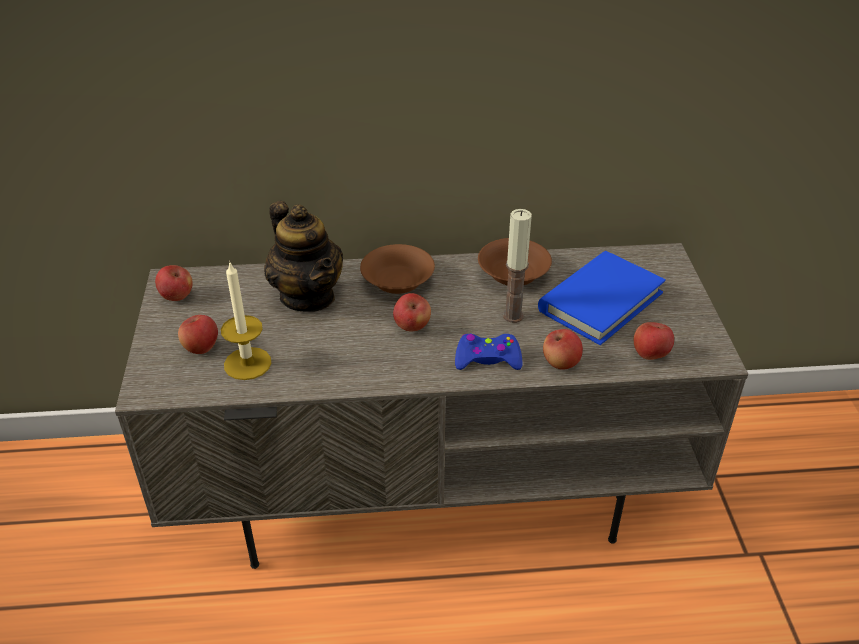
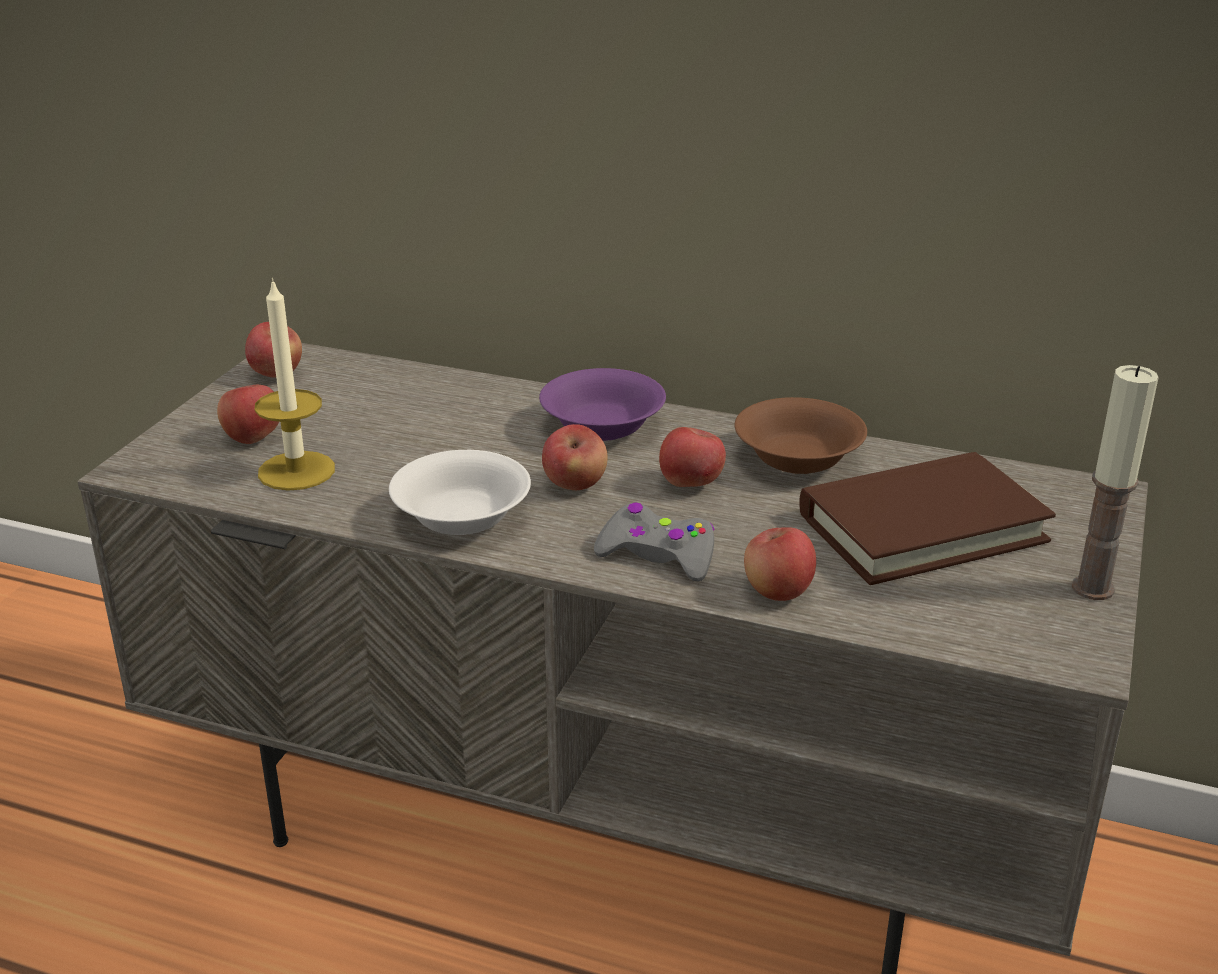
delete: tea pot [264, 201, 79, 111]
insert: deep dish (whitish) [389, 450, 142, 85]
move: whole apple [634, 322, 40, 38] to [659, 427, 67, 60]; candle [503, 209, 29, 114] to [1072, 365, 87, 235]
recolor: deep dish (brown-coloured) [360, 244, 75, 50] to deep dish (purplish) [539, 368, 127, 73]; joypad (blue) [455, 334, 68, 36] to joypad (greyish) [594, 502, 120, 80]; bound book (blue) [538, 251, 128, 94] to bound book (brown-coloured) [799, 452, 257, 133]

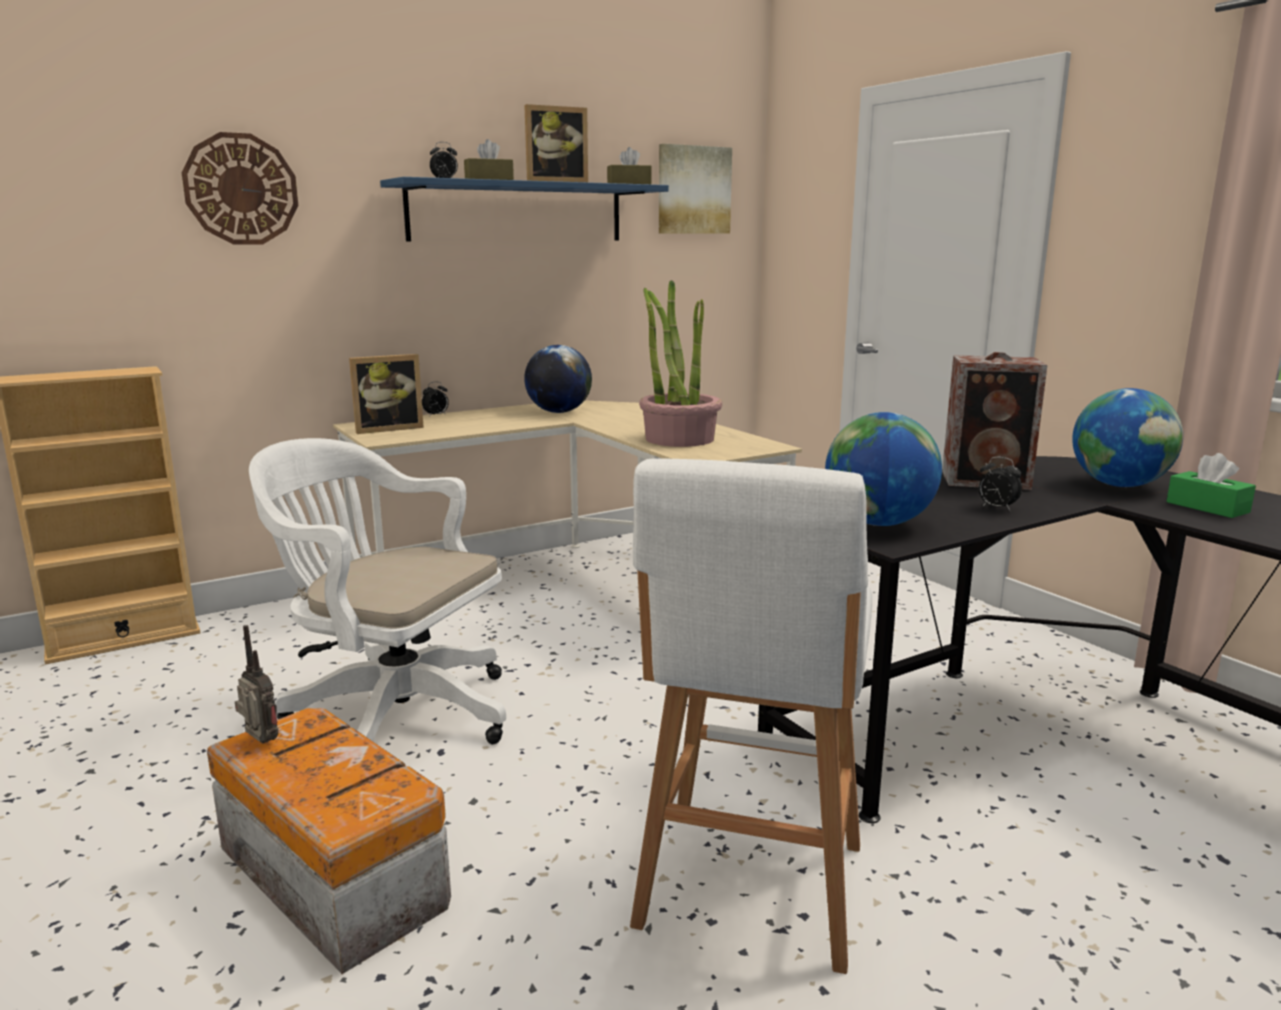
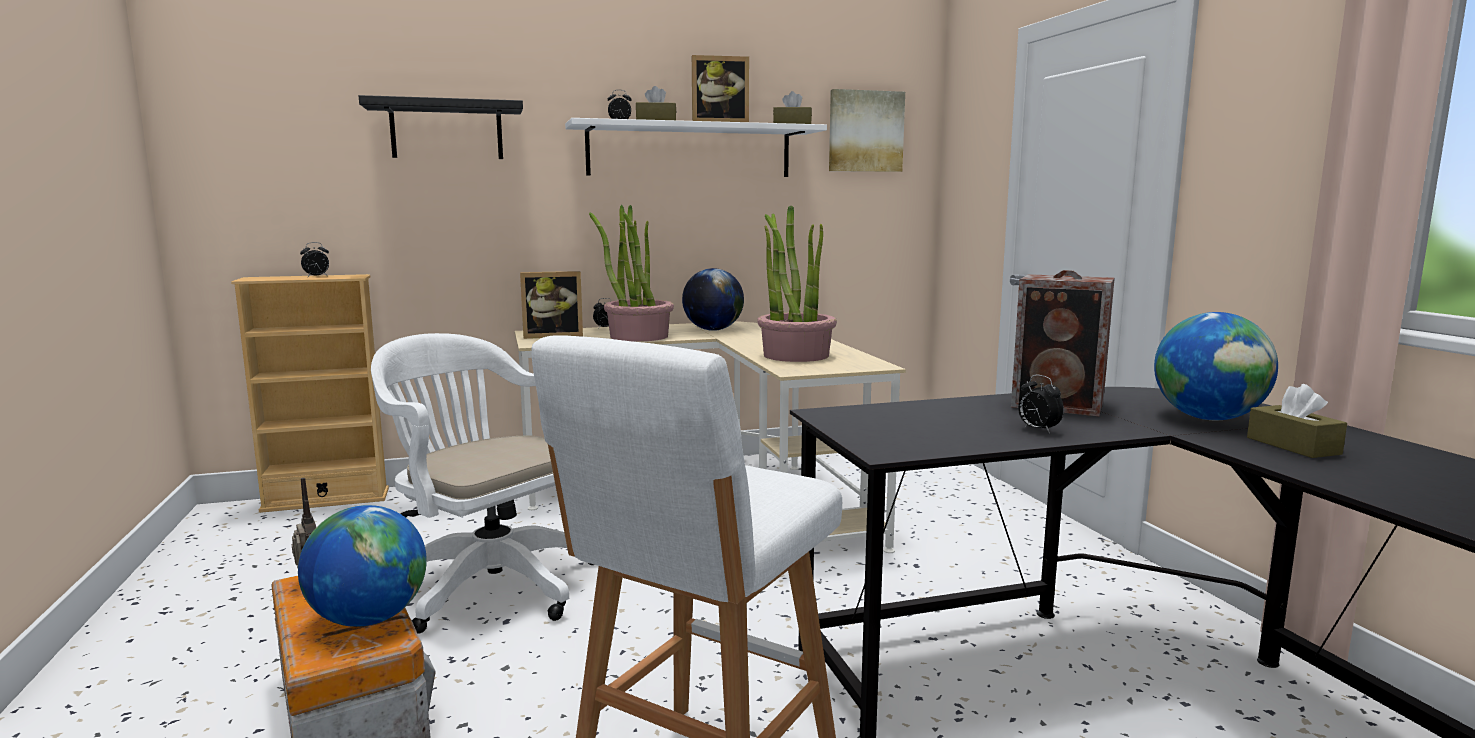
insert: table clock [300, 242, 29, 35]; plant in a pot [589, 205, 85, 137]
move: world globe [825, 412, 117, 114] to [298, 505, 129, 122]
replace: wall clock [182, 132, 116, 113] to shelf (black-coloured) [359, 95, 164, 64]
recolor: shelf (blue) [380, 177, 289, 64] to shelf (whitish) [565, 118, 262, 59]; box of tissues (greenish) [1166, 453, 90, 65] to box of tissues (brown-coloured) [1247, 384, 100, 74]

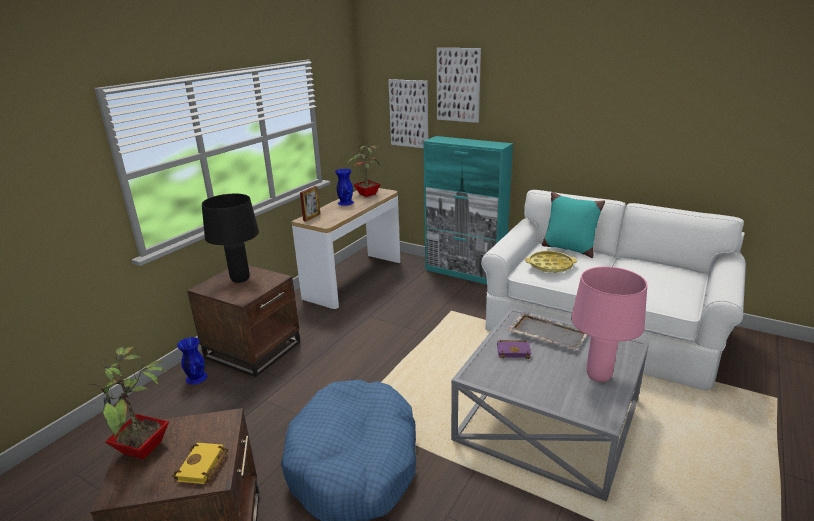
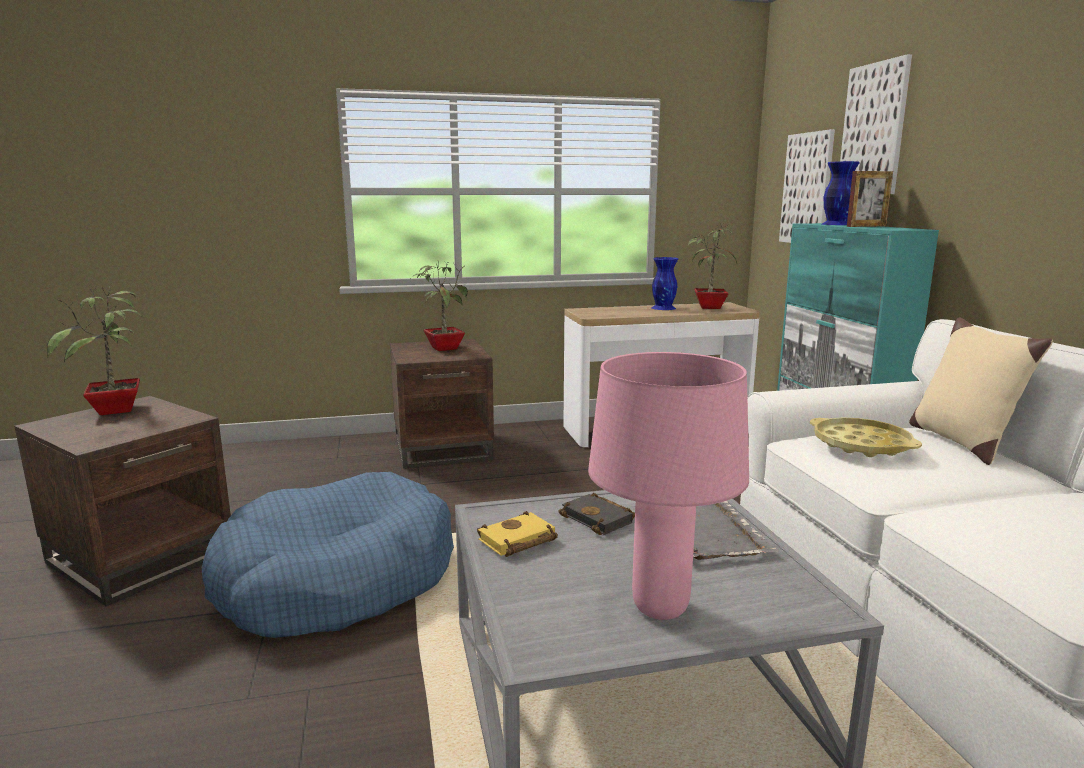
move: bound book (yellow-coloured) [172, 443, 56, 41] to [477, 511, 81, 46]; flower vase (blue) [177, 337, 31, 48] to [822, 161, 38, 64]; picture frame [300, 186, 20, 36] to [847, 171, 46, 56]
replace: tabletop lamp (black-coloured) [202, 194, 57, 89] to plant in a pot [411, 260, 57, 91]
recolor: bound book (purplish) [497, 340, 34, 19] to bound book (black-coloured) [558, 493, 77, 42]; throw pillow (blue-green) [542, 192, 63, 66] to throw pillow (beige-coloured) [909, 317, 144, 148]

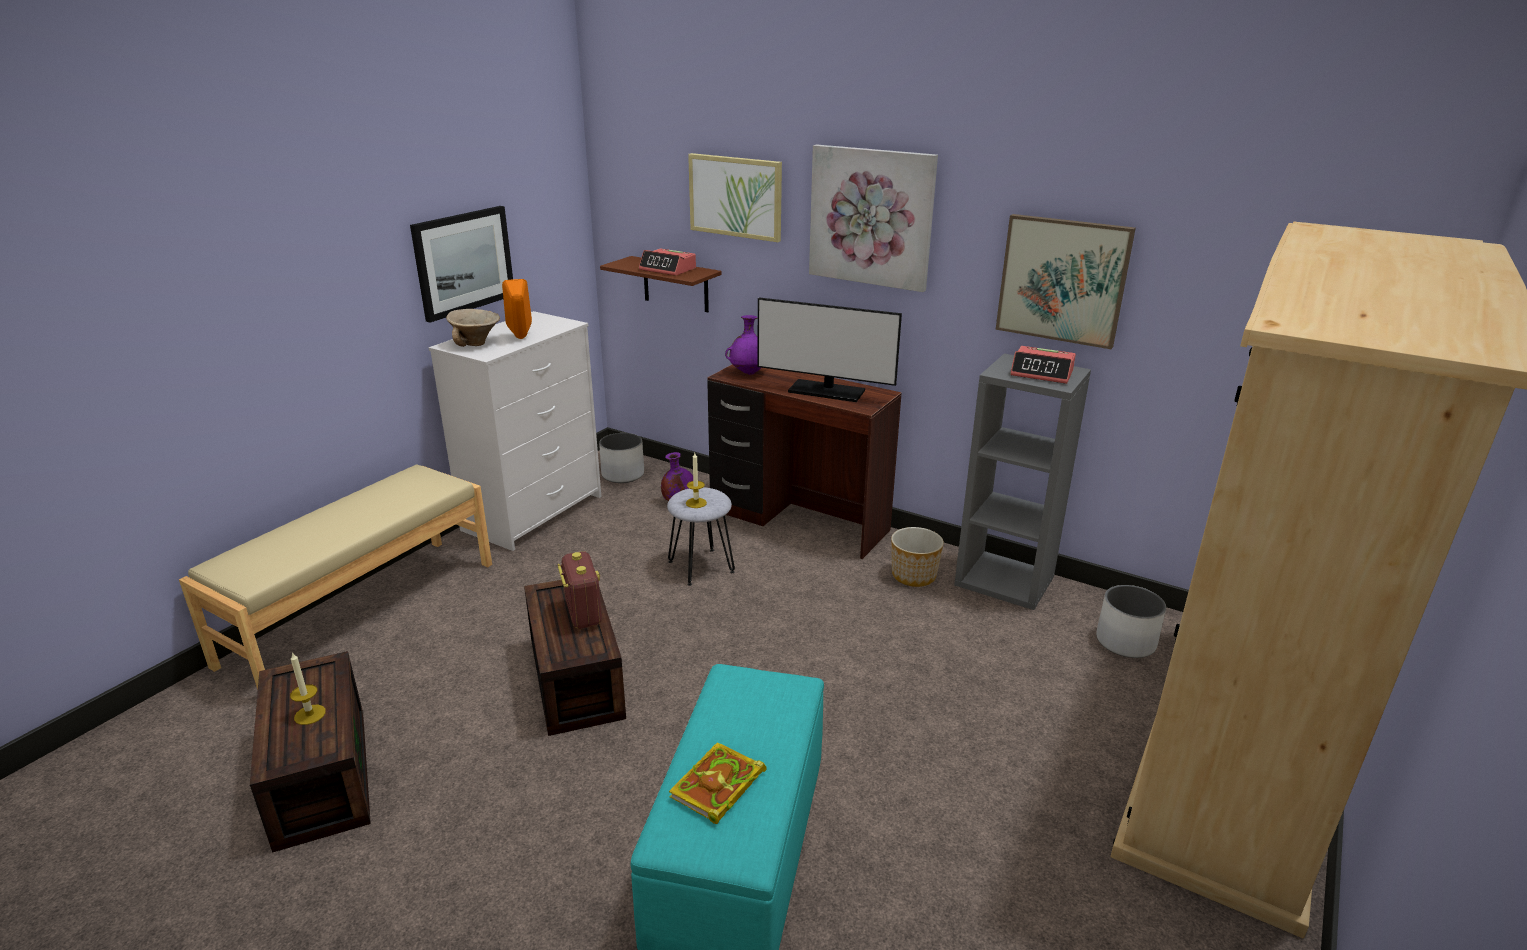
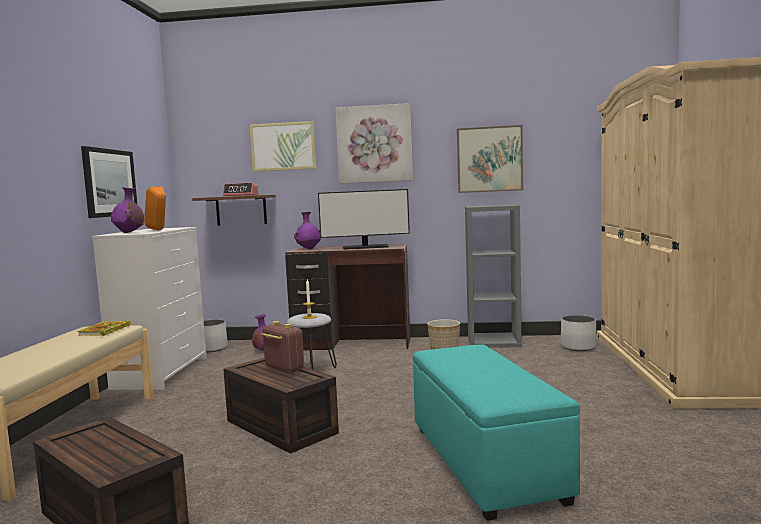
delete: candle [290, 652, 36, 73]; table clock [1010, 346, 66, 38]
move: bound book [669, 742, 98, 82] to [77, 320, 54, 16]
replace: deep dish (beige-coloured) [446, 309, 54, 38] to flower vase (purplish) [111, 187, 33, 46]

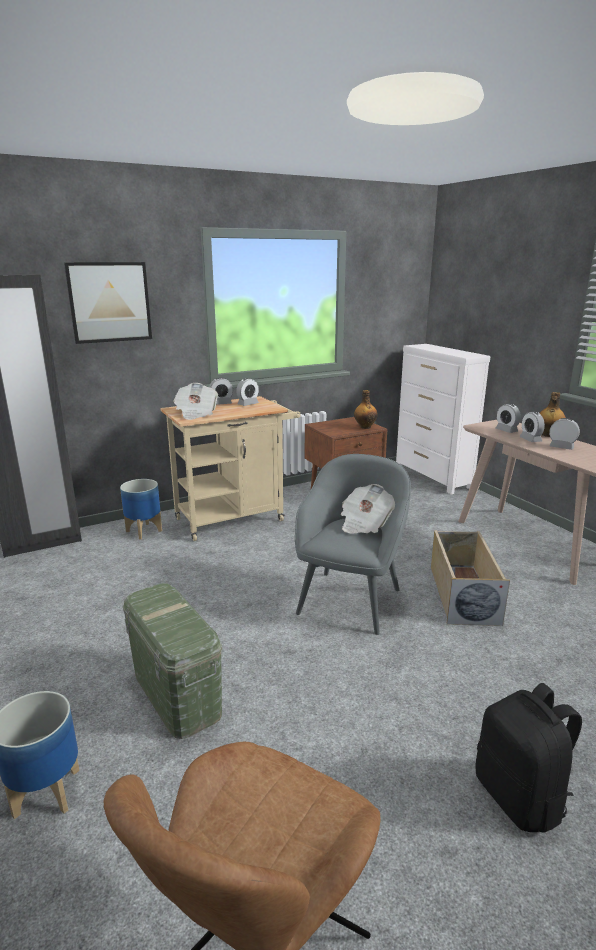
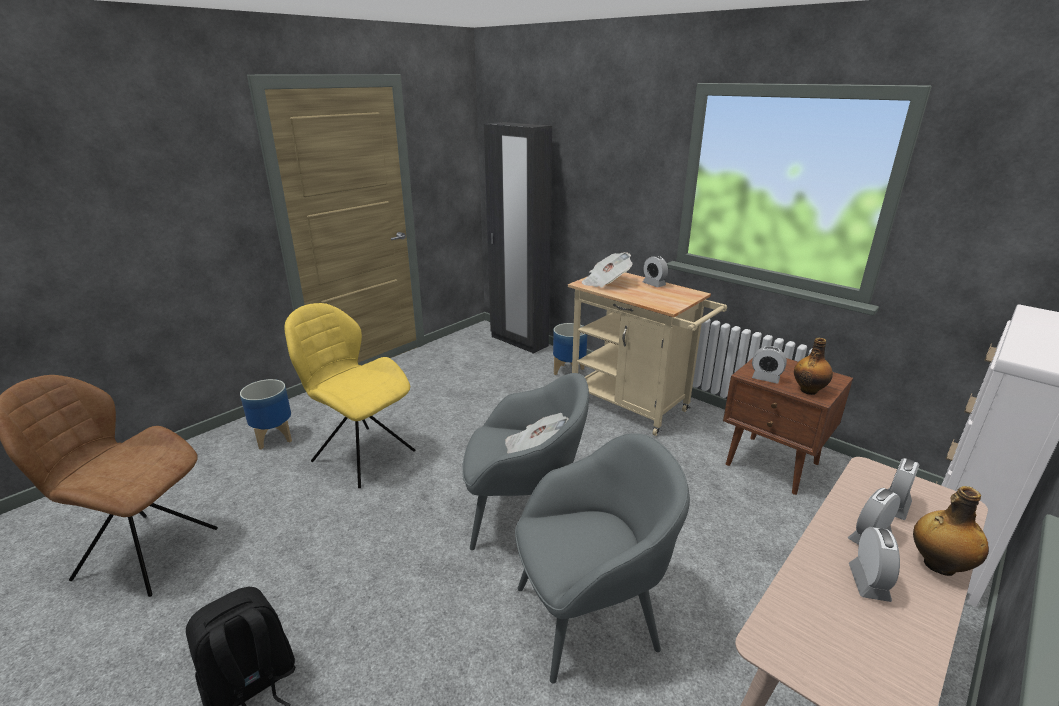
delete: wall picture [64, 262, 88, 82]
move: table clock [236, 378, 23, 28] to [752, 346, 35, 38]
replace: storage bin (greenish) [123, 583, 99, 156] to upright chair (yellow-coloured) [284, 303, 131, 185]; storage bin (beige-coloured) [431, 530, 79, 96] to lounge chair (greyish) [515, 433, 175, 251]

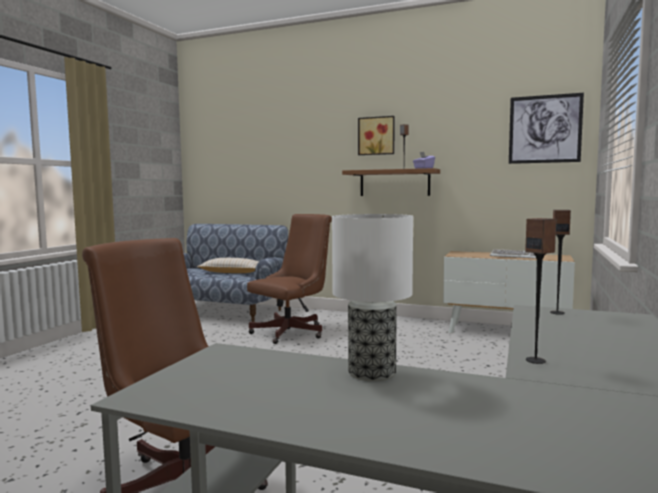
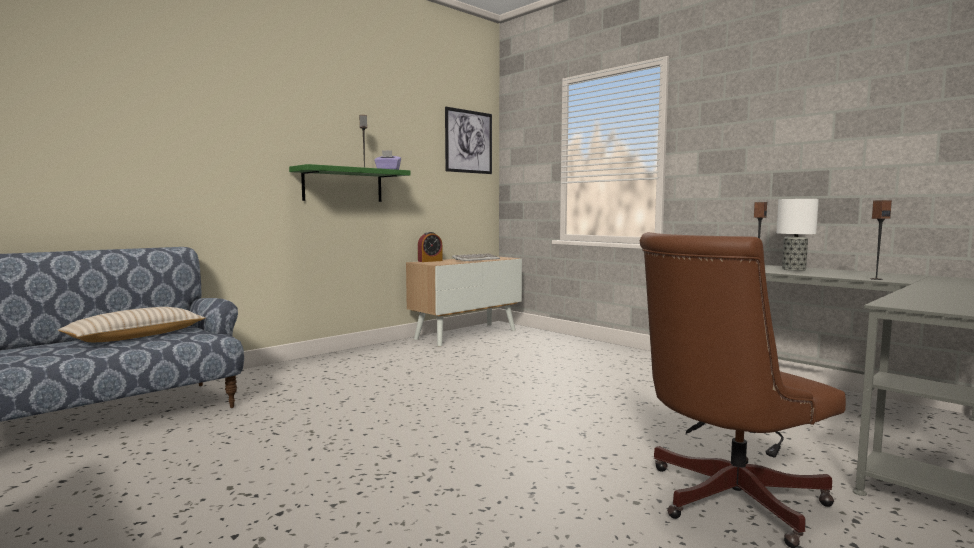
delete: desk chair (brown-coloured) [247, 214, 85, 130]; wall picture [358, 116, 37, 39]
insert: table clock [418, 232, 25, 30]
move: tabletop lamp [332, 214, 81, 167] to [776, 199, 43, 72]
recolor: shelf (brown-coloured) [342, 168, 98, 28] to shelf (greenish) [289, 164, 122, 38]

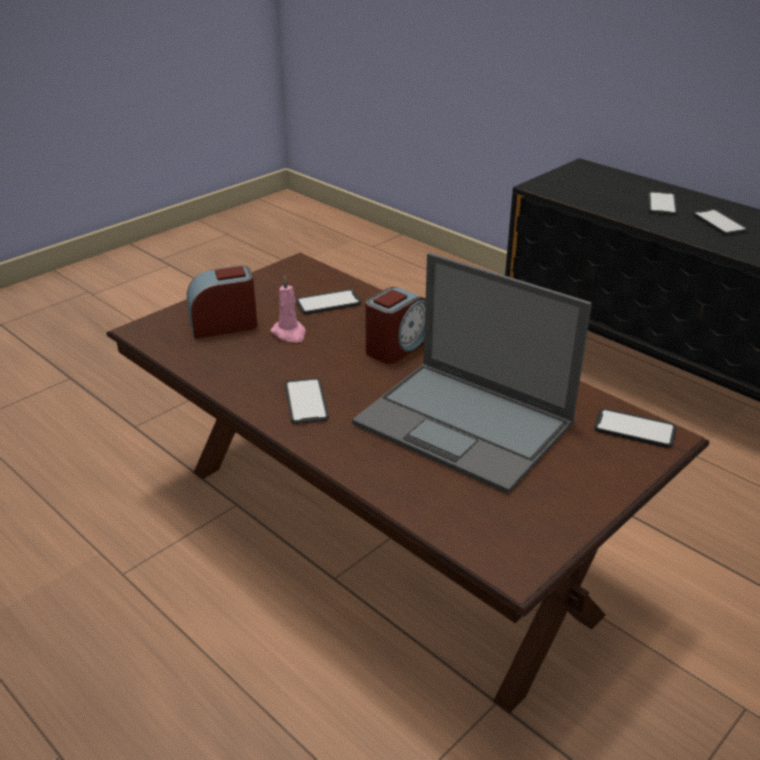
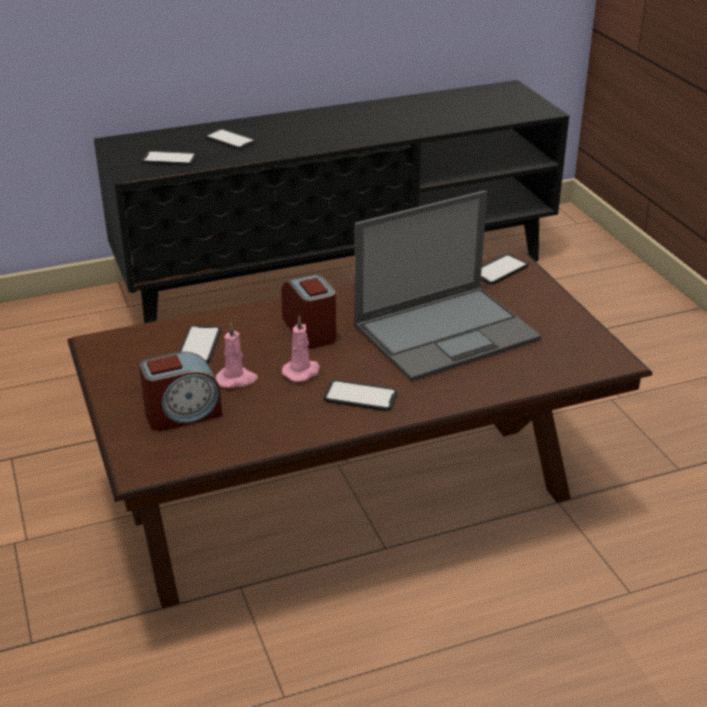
insert: candle (pink) [282, 315, 38, 67]
move: phone [693, 209, 55, 26] to [142, 151, 55, 14]
rotate: table clock [187, 265, 70, 74] = [139, 352, 83, 79] 120 degrees counterclockwise

